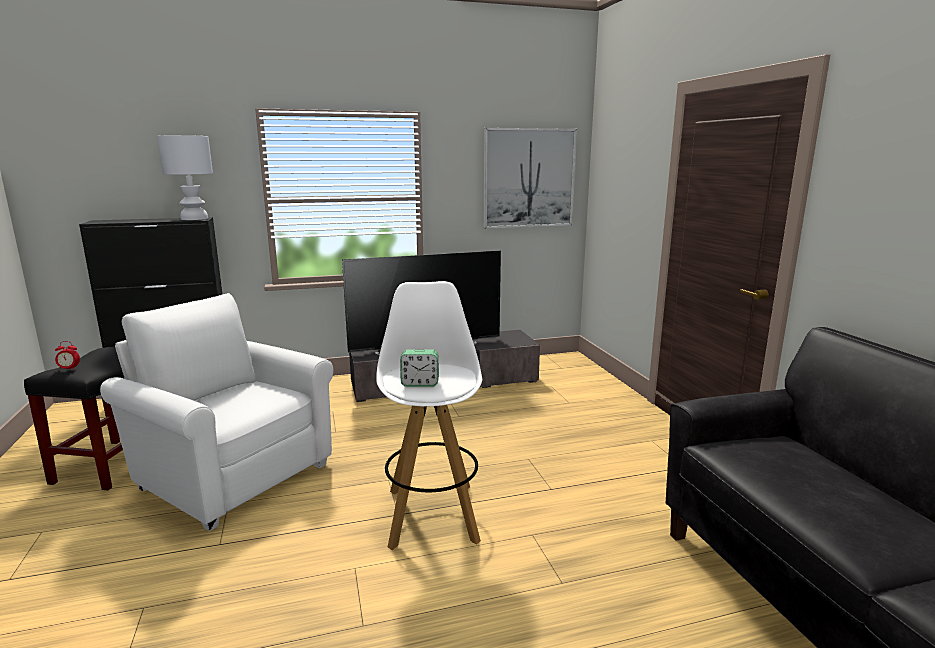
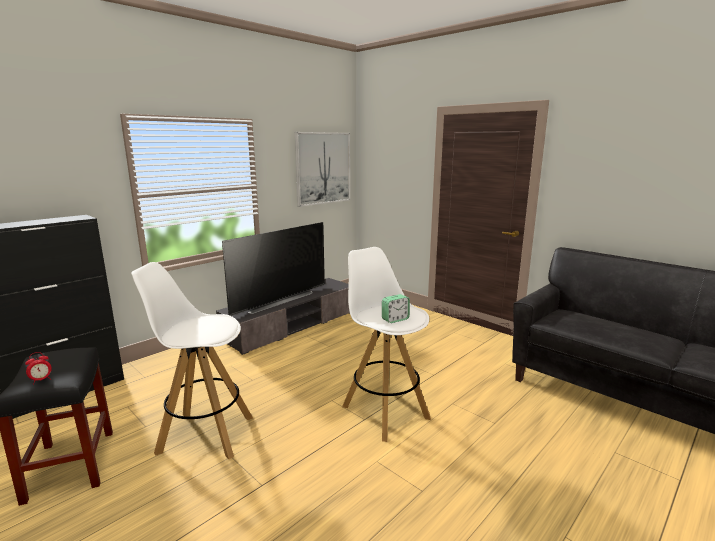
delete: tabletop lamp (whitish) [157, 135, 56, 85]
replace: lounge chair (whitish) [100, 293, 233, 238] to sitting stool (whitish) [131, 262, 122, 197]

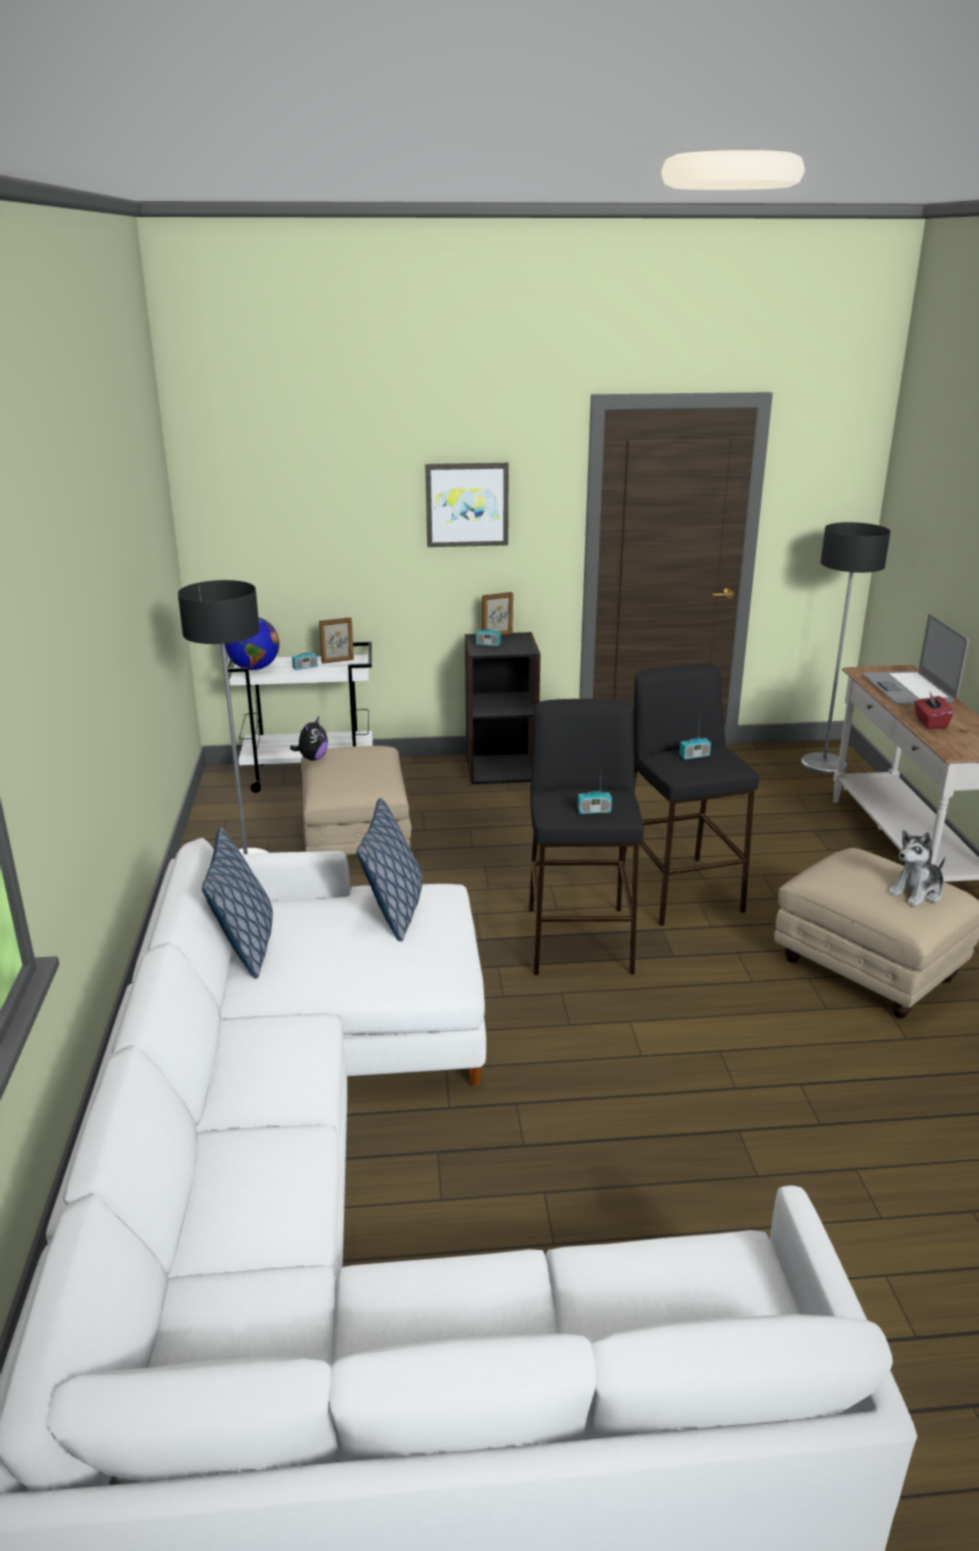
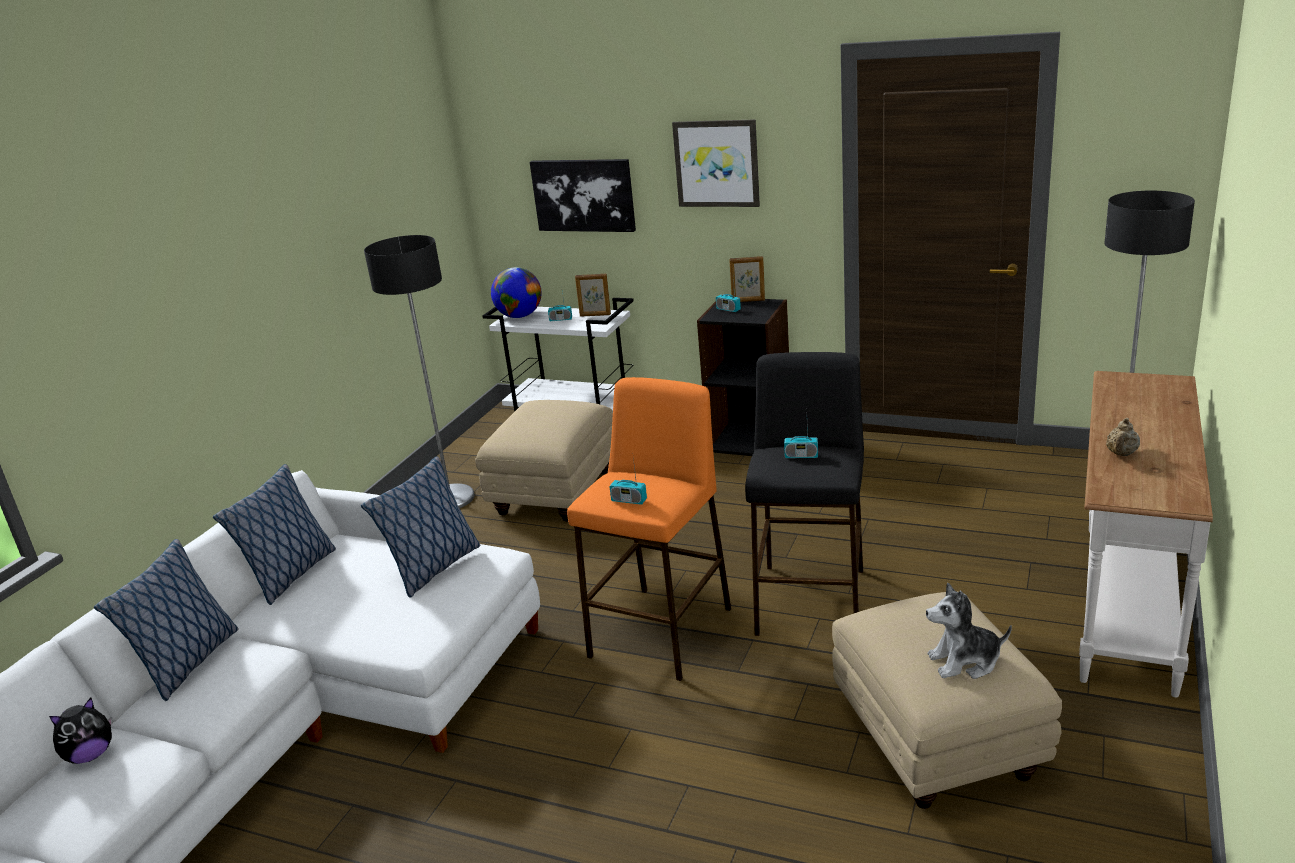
delete: laptop [863, 614, 106, 91]
insert: throw pillow [94, 539, 145, 162]; wall picture [530, 159, 106, 73]
move: soft toy [290, 717, 38, 44] to [49, 698, 63, 66]
replace: box of tissues (reddish) [914, 691, 39, 38] to tea pot (beige-coloured) [1106, 418, 34, 38]
recolor: sitting stool (black-coloured) [529, 699, 115, 276] to sitting stool (orangey) [567, 377, 164, 304]

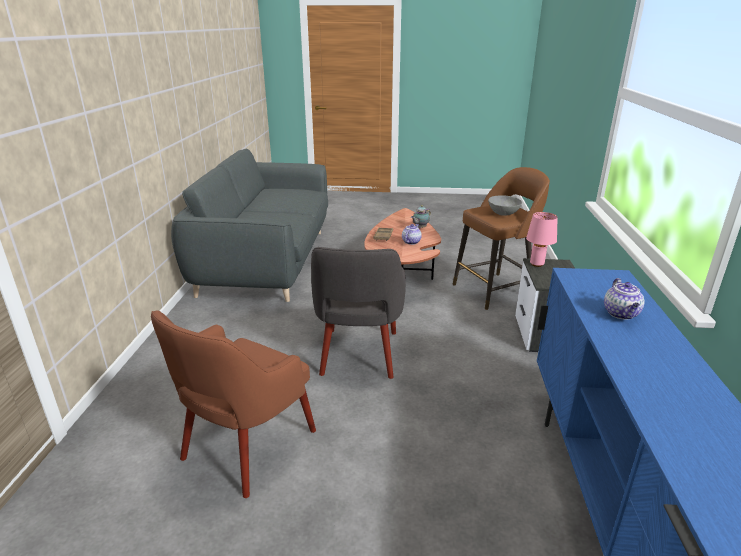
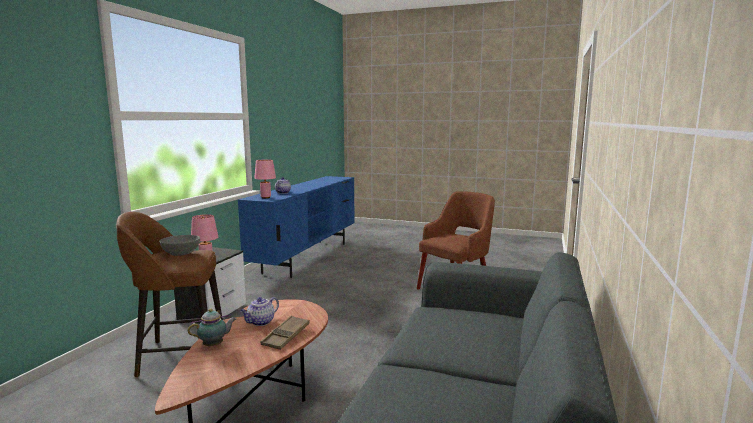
delete: lounge chair (greyish) [311, 247, 95, 132]
insert: tabletop lamp (pink) [254, 160, 22, 38]

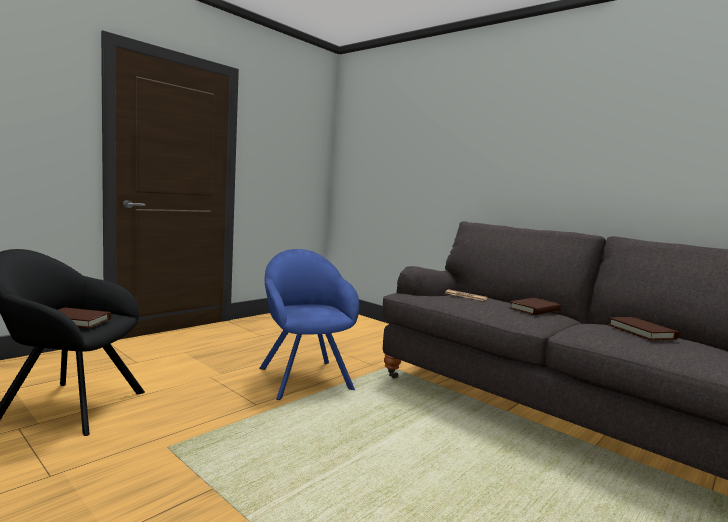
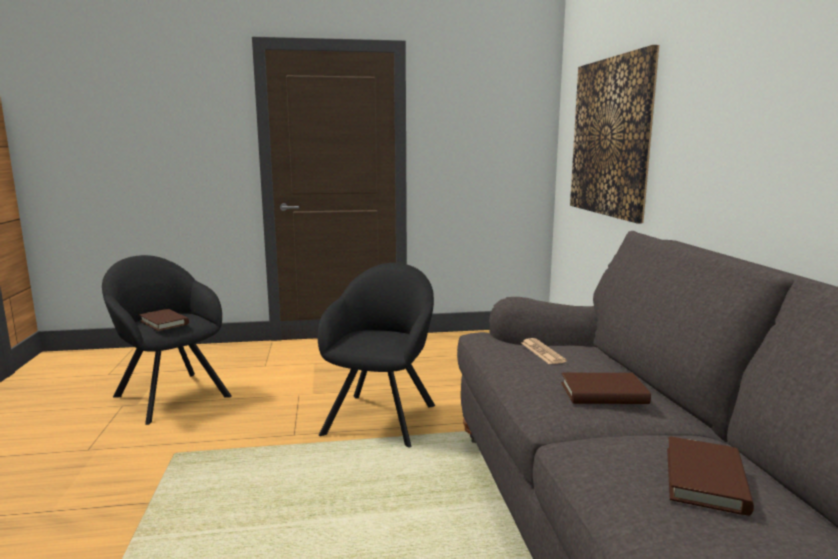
insert: wall picture [570, 45, 89, 179]
recolor: lounge chair (blue) [259, 249, 100, 151] to lounge chair (black-coloured) [318, 263, 117, 184]

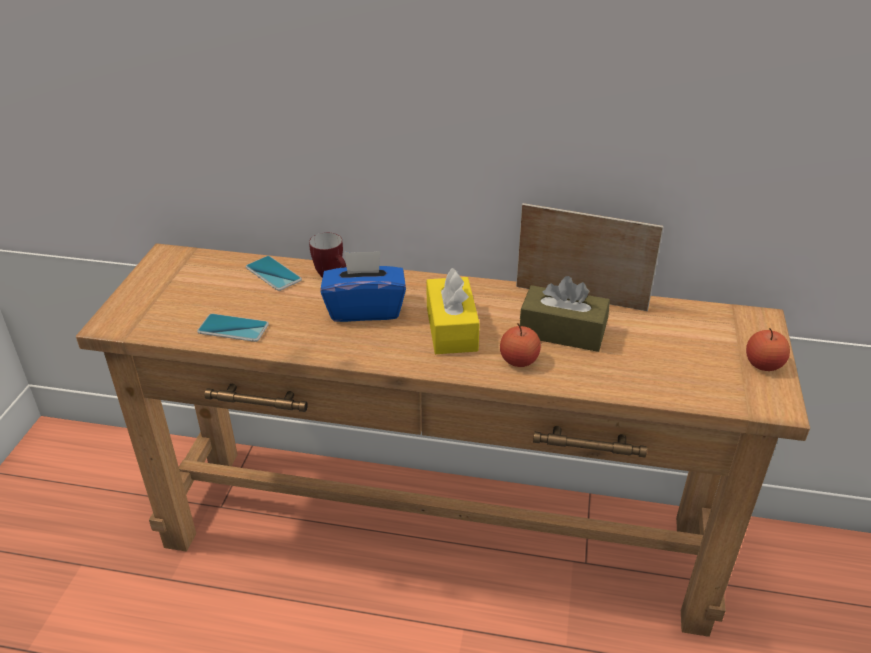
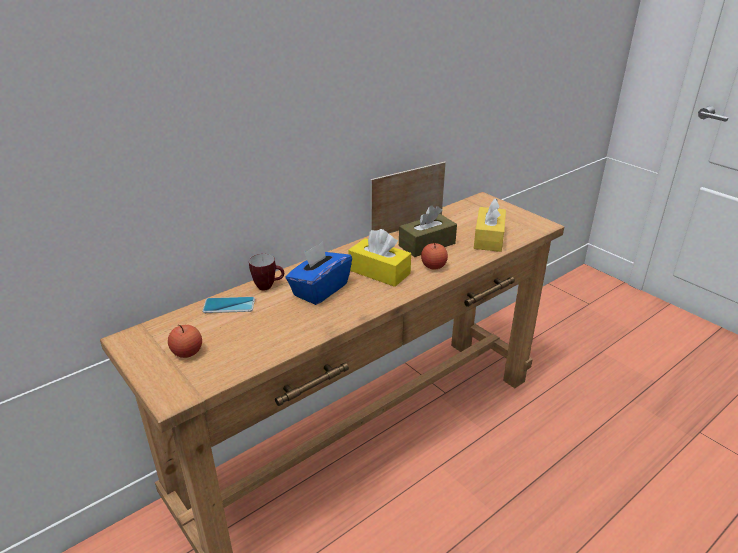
delete: phone [197, 314, 72, 28]
insert: box of tissues (yellow-coloured) [474, 199, 32, 53]
move: whole apple [746, 328, 44, 43] to [168, 325, 34, 33]

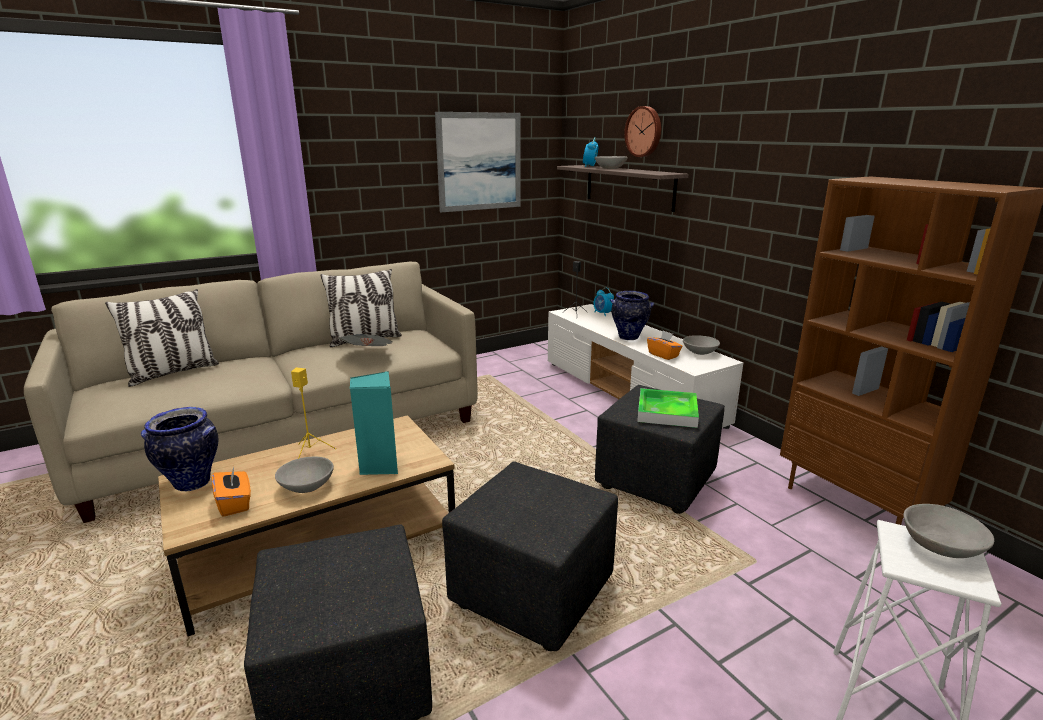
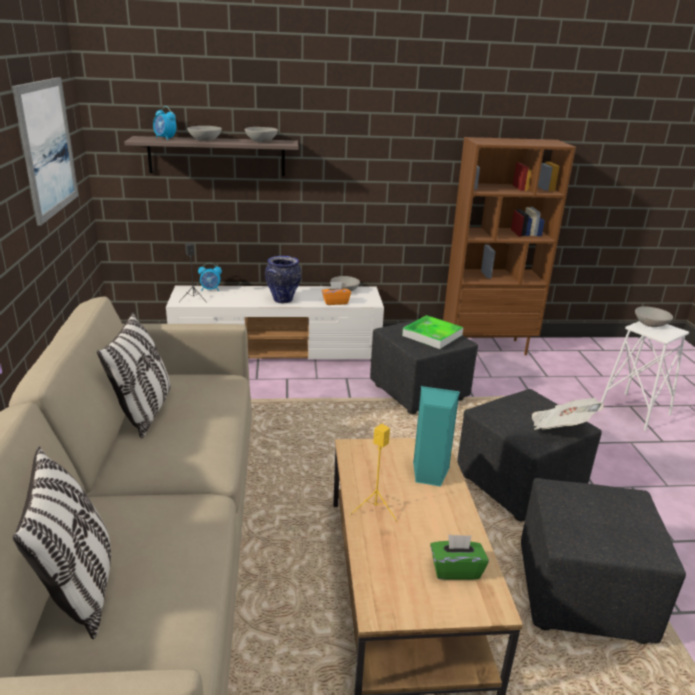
delete: flower vase [141, 407, 77, 84]; wall clock [624, 106, 37, 51]
move: deep dish (greyish) [275, 457, 59, 36] to [244, 127, 34, 15]; printed paper [338, 334, 55, 12] to [532, 398, 71, 32]
recolor: box of tissues (orangey) [212, 466, 39, 51] to box of tissues (greenish) [430, 534, 59, 46]

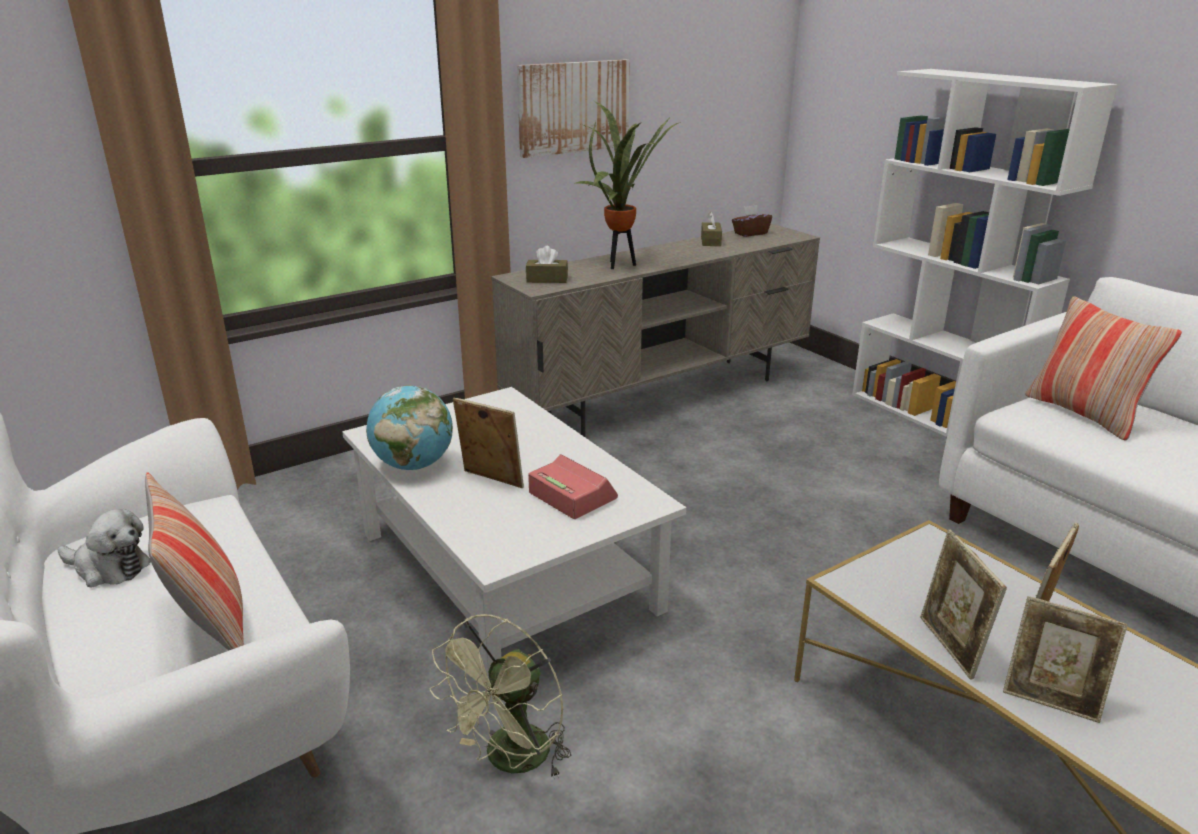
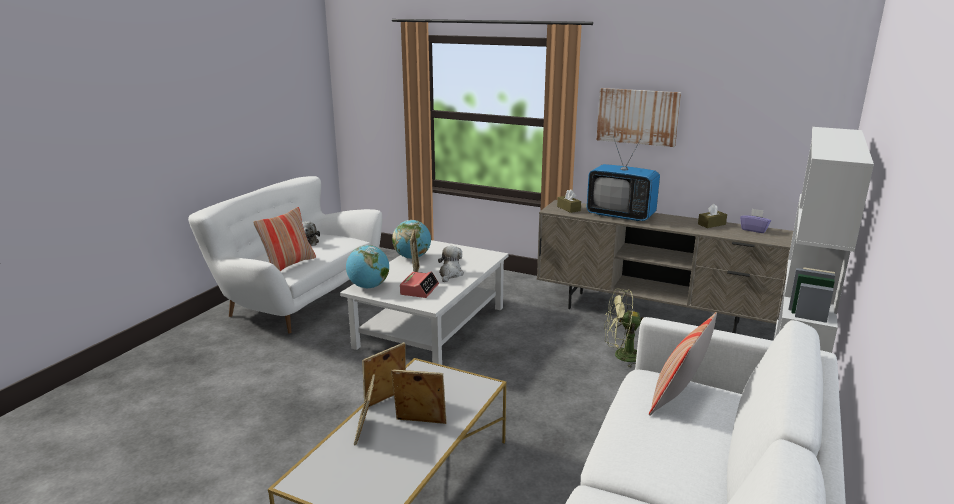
insert: world globe [346, 245, 43, 43]; soft toy [438, 246, 26, 36]
move: fan (greenish) [430, 614, 141, 166] to [604, 288, 39, 79]
replace: plant in a pot [574, 101, 107, 168] to TV set [587, 136, 73, 85]
recolor: box of tissues (brown-coloured) [732, 205, 40, 32] to box of tissues (purplish) [740, 208, 31, 25]

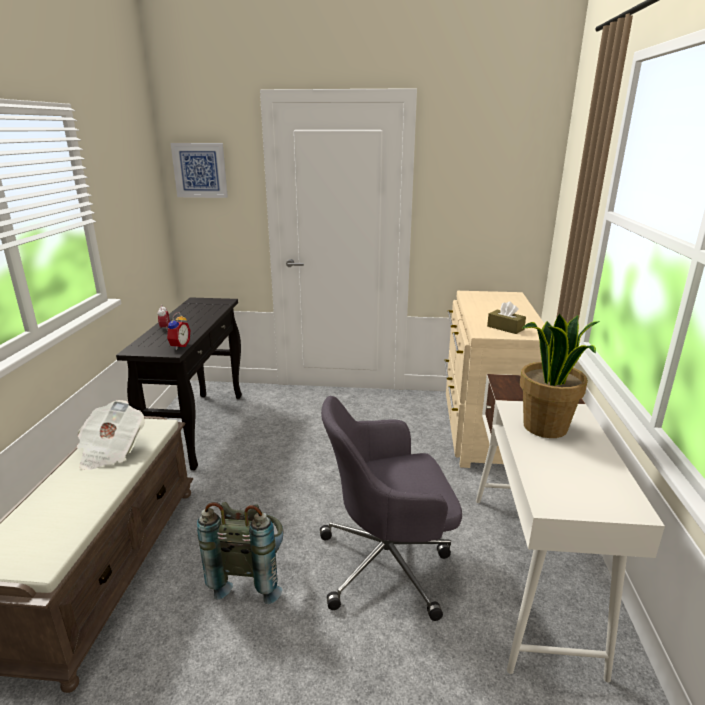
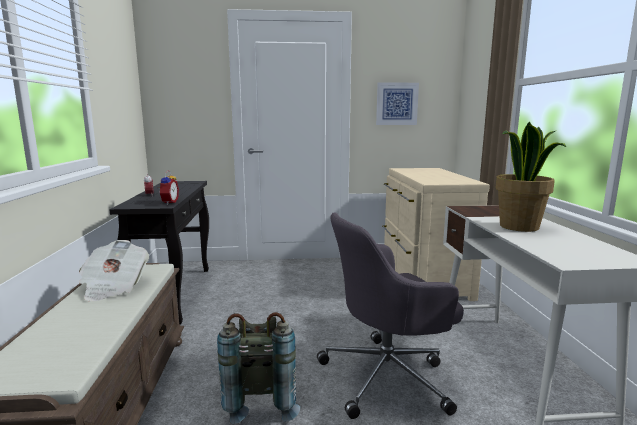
delete: box of tissues (brown-coloured) [487, 301, 39, 33]
move: wall picture [171, 143, 57, 55] to [376, 82, 43, 43]

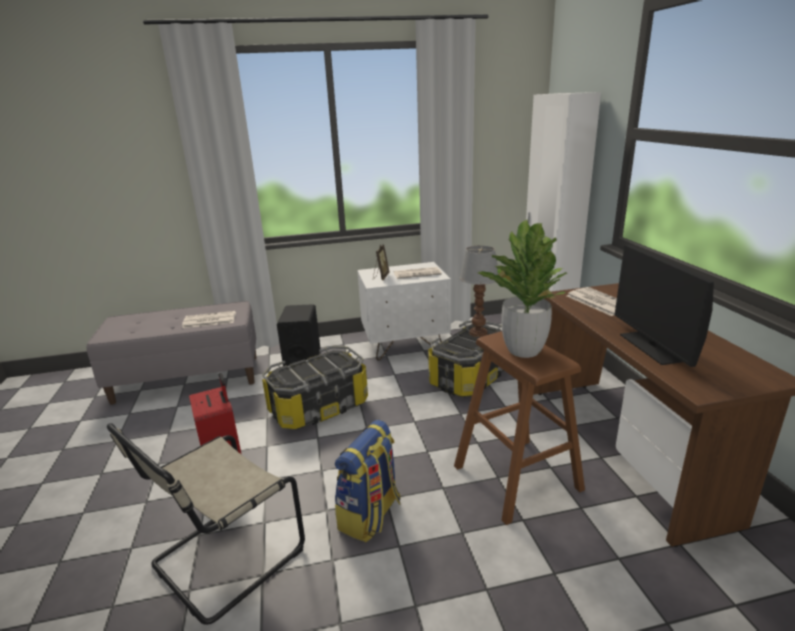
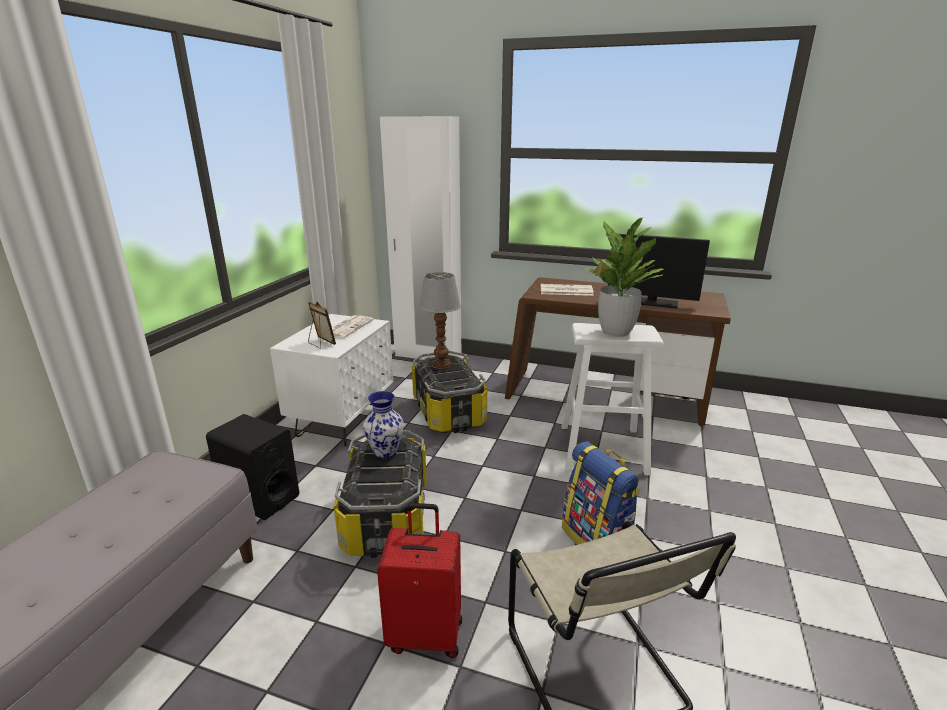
delete: printed paper [182, 311, 54, 17]
insert: flower vase [363, 391, 41, 67]
recolor: sitting stool (brown-coloured) [454, 331, 131, 194] to sitting stool (whitish) [562, 323, 101, 153]

